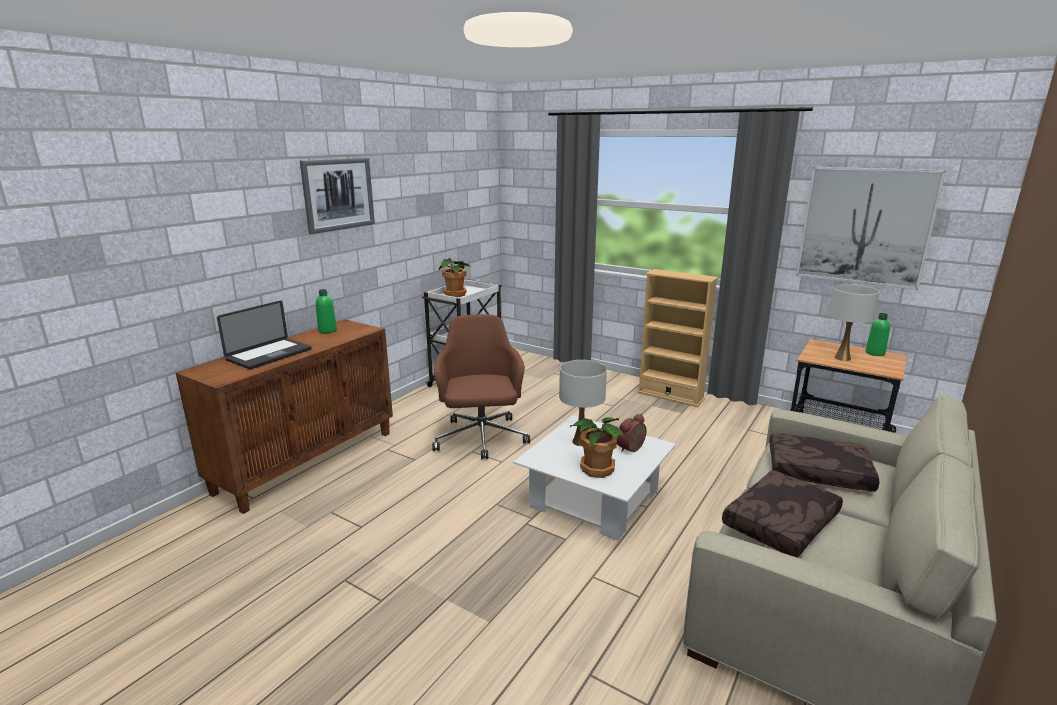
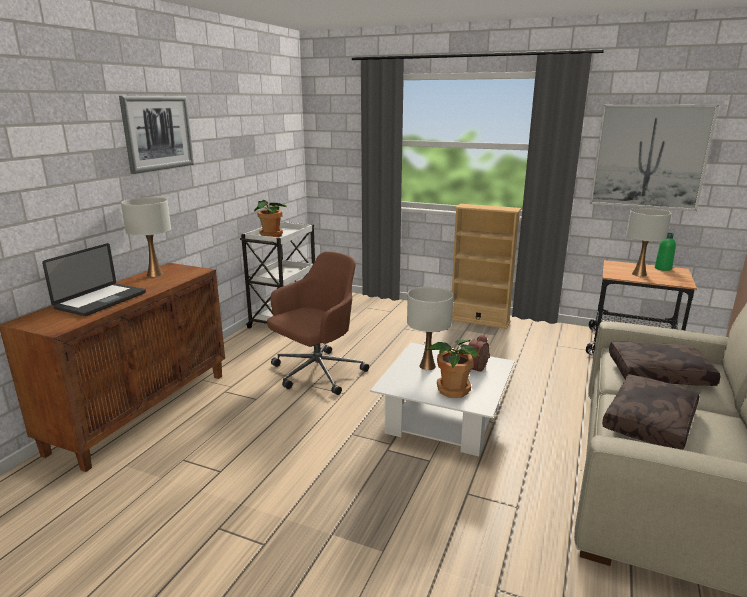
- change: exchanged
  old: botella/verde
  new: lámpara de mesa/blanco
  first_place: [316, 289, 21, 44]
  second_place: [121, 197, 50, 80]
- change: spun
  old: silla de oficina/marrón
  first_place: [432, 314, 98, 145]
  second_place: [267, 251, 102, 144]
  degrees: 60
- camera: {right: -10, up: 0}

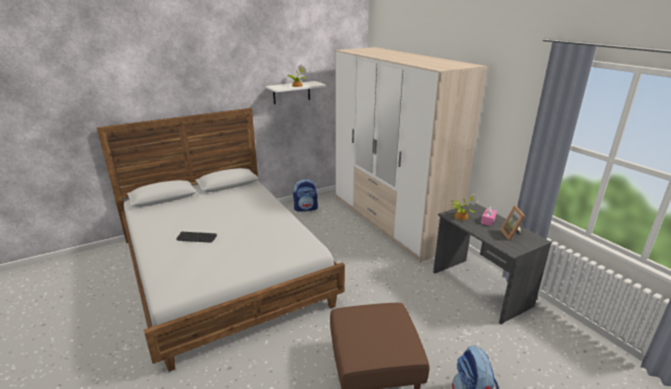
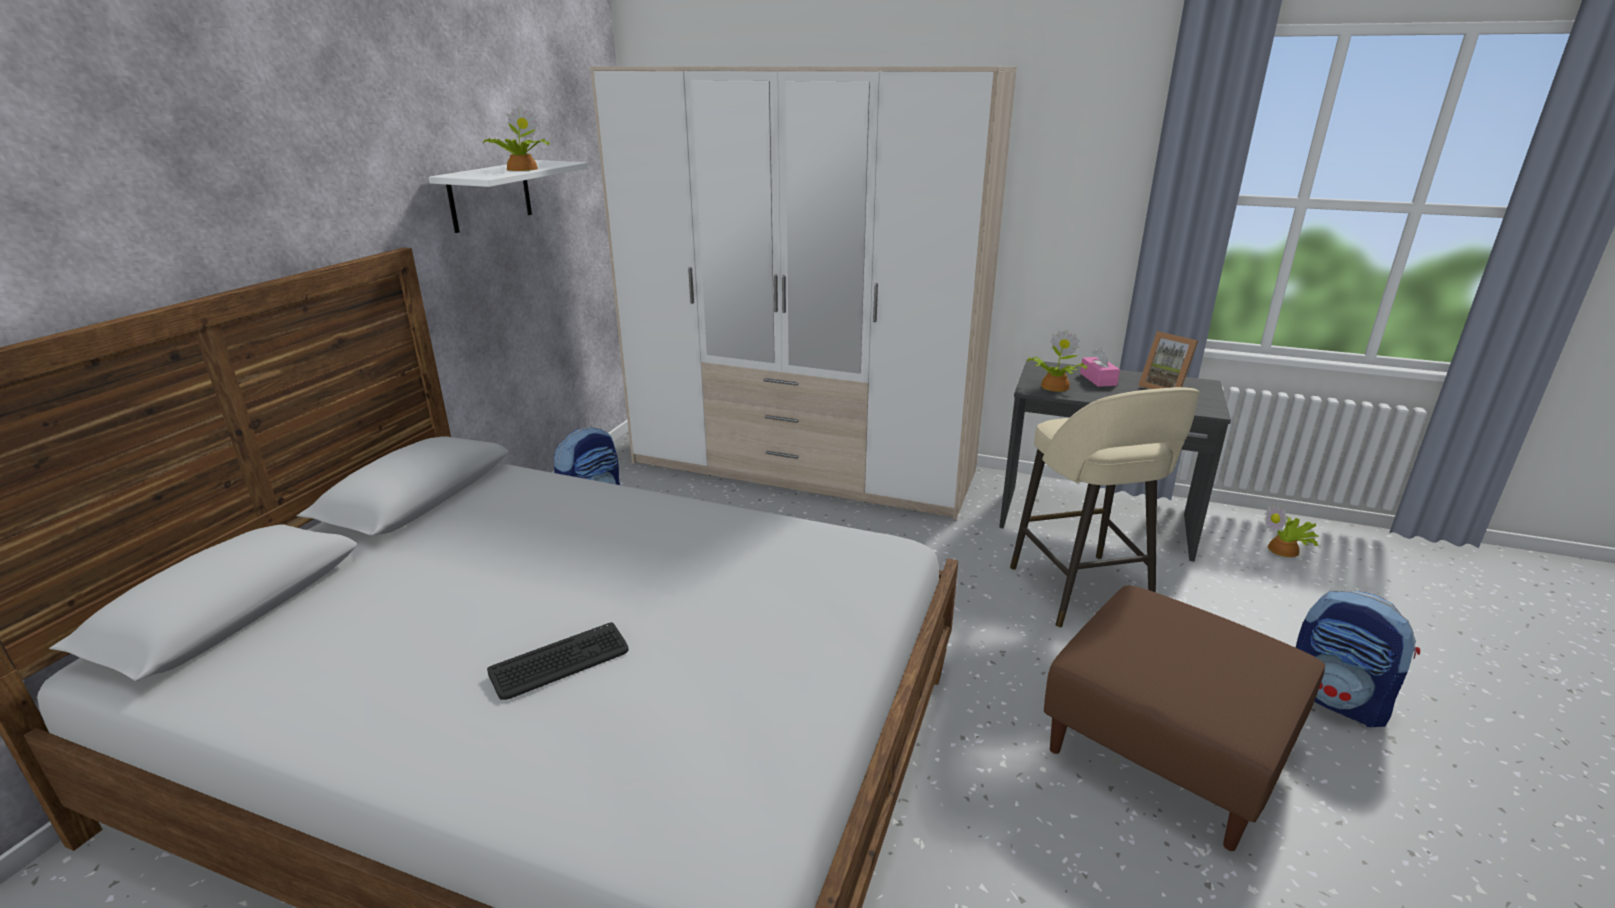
- change: appeared
  new: taburete/beis
  second_place: [1010, 387, 189, 241]
- change: appeared
  new: planta en maceta
  second_place: [1264, 504, 55, 53]
- camera: {right: -40, up: 0}

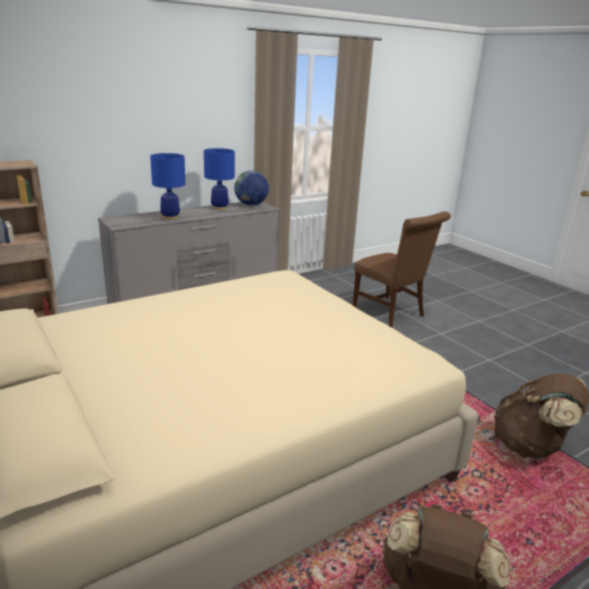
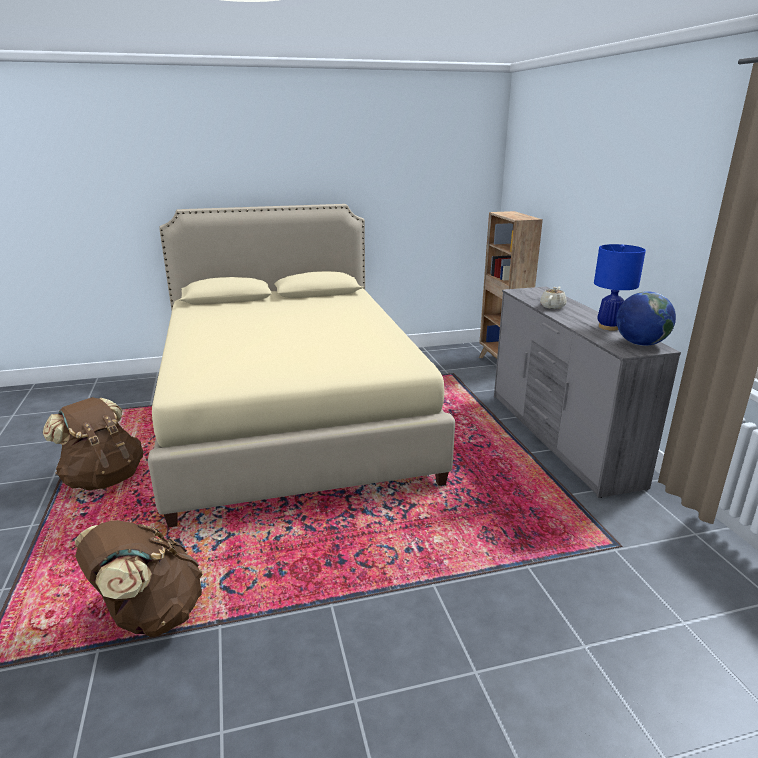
- change: exchanged
  old: lámpara de mesa/azul
  new: tetera/beis
  first_place: [150, 153, 35, 67]
  second_place: [540, 286, 27, 23]
- change: missing
  old: silla/marrón
  first_place: [352, 211, 99, 117]
- camera: {right: 110, up: 0}

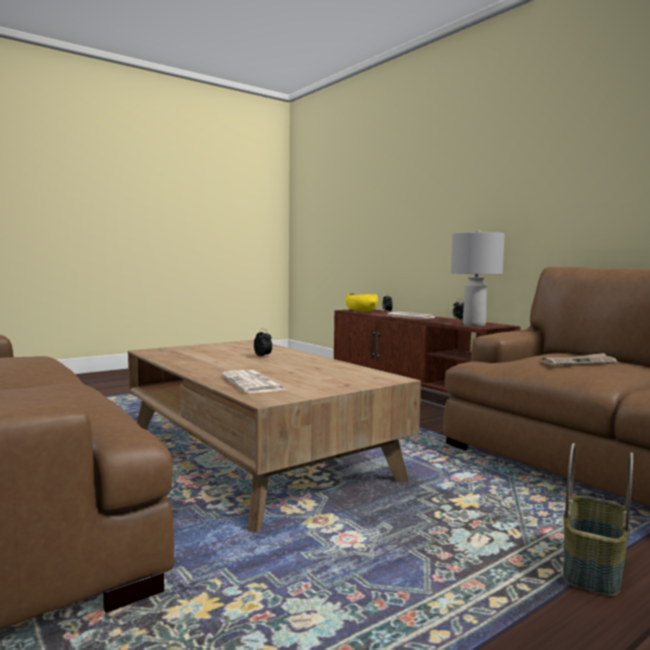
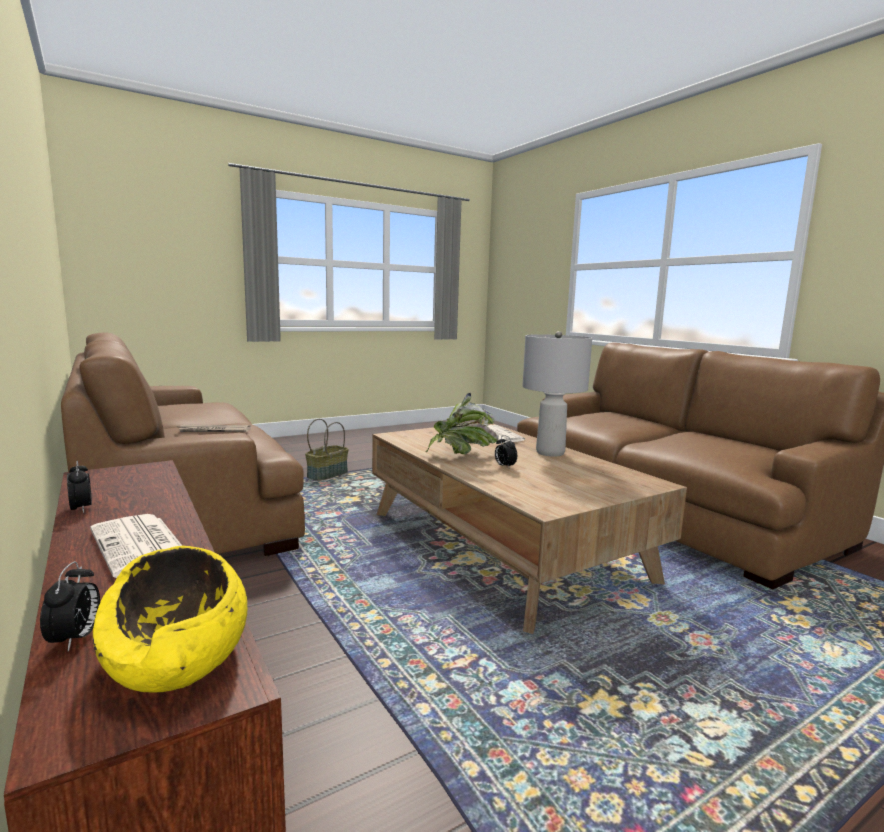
- change: relocated
  old: lámpara de mesa/gris
  first_place: [451, 230, 54, 96]
  second_place: [523, 331, 69, 126]
- change: appeared
  new: planta en maceta
  second_place: [425, 393, 74, 61]
- camera: {right: -175, up: 5}

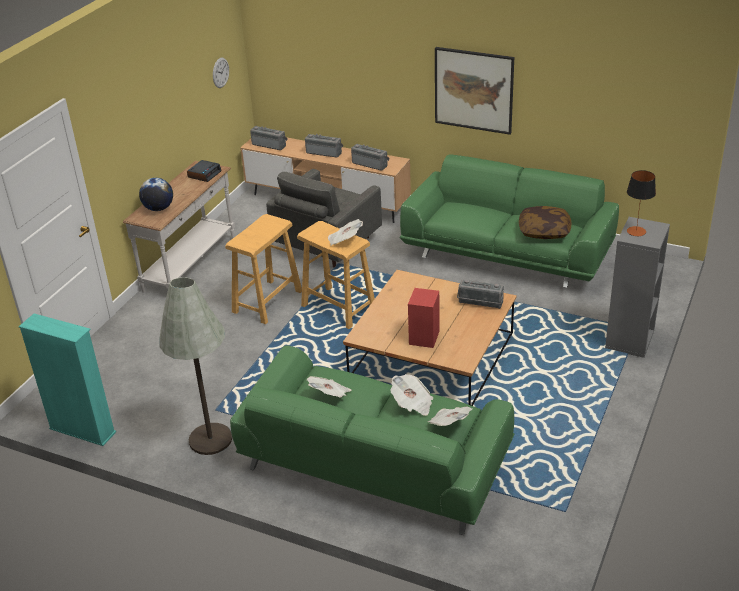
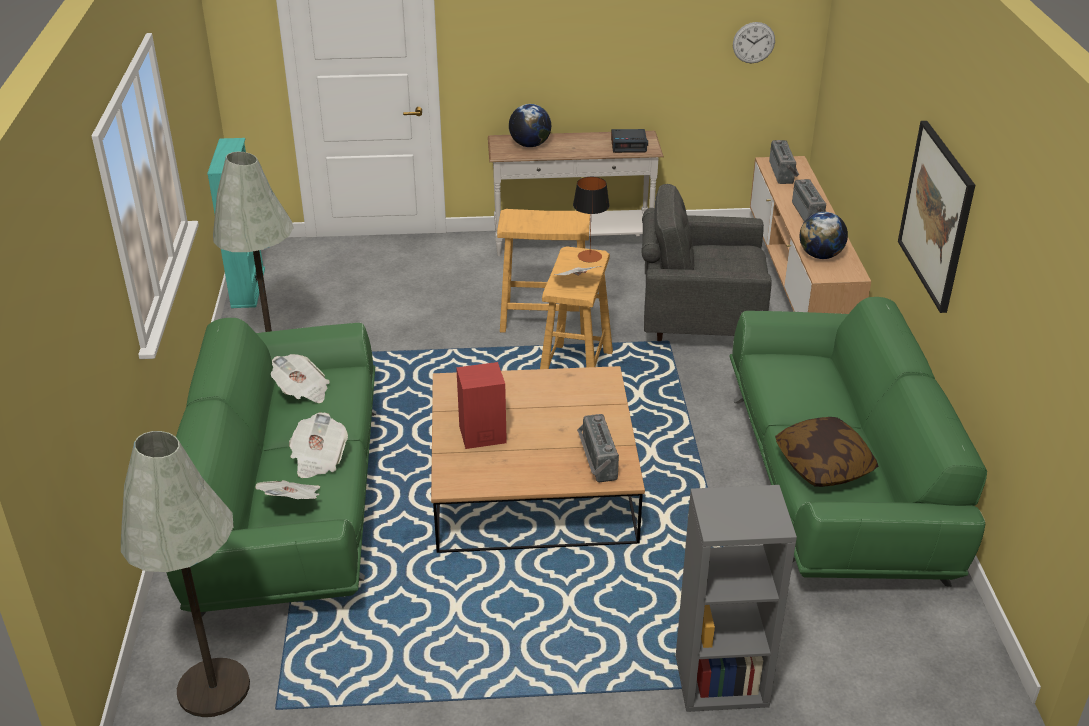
- change: exchanged
  old: radio
  new: globo terráqueo
  first_place: [351, 144, 39, 26]
  second_place: [800, 212, 48, 47]
- change: relocated
  old: lámpara de mesa
  first_place: [627, 170, 29, 66]
  second_place: [573, 177, 37, 85]
- change: appeared
  new: lámpara de pie/gris
  second_place: [121, 431, 129, 286]
- camera: {right: 60, up: 0}

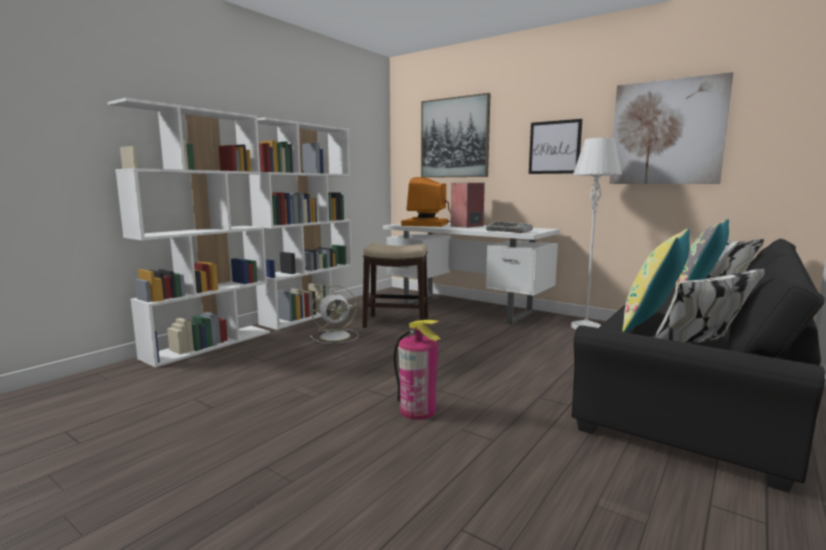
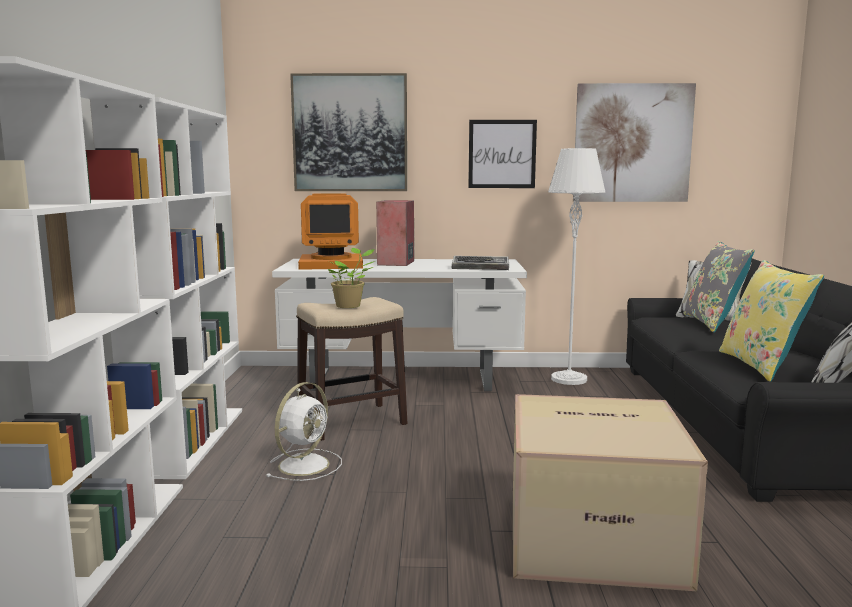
- change: exchanged
  old: extintor
  new: caja de cartón
  first_place: [394, 320, 47, 100]
  second_place: [513, 394, 195, 197]
- change: spun
  old: monitor
  first_place: [401, 177, 50, 50]
  second_place: [298, 193, 65, 77]
  degrees: -75
- change: appeared
  new: planta en maceta
  second_place: [327, 248, 48, 60]
- camera: {right: -35, up: 0}

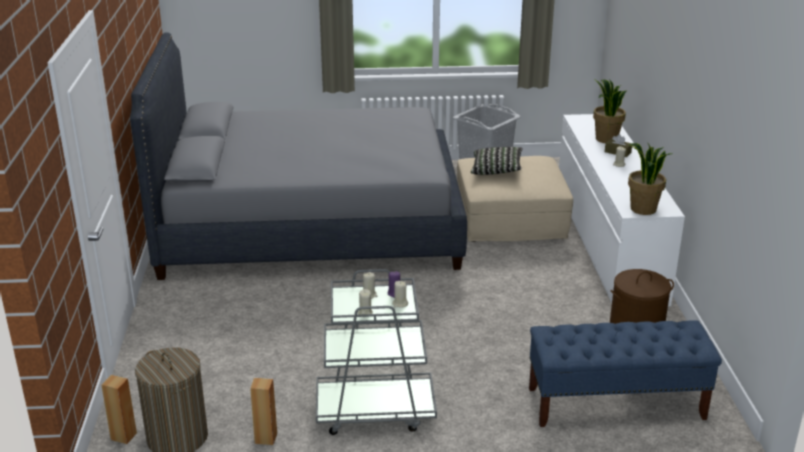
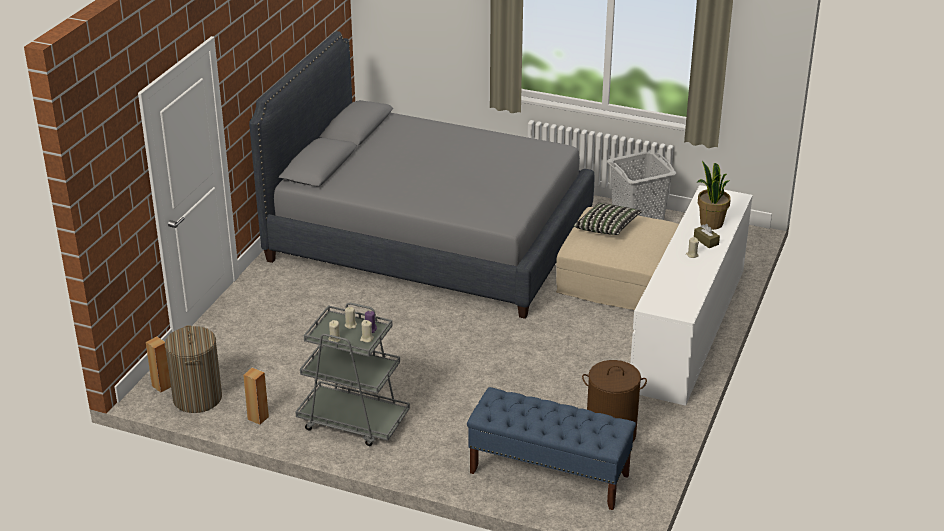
- change: missing
  old: planta en maceta
  first_place: [628, 142, 44, 73]
- camera: {right: 25, up: 5}

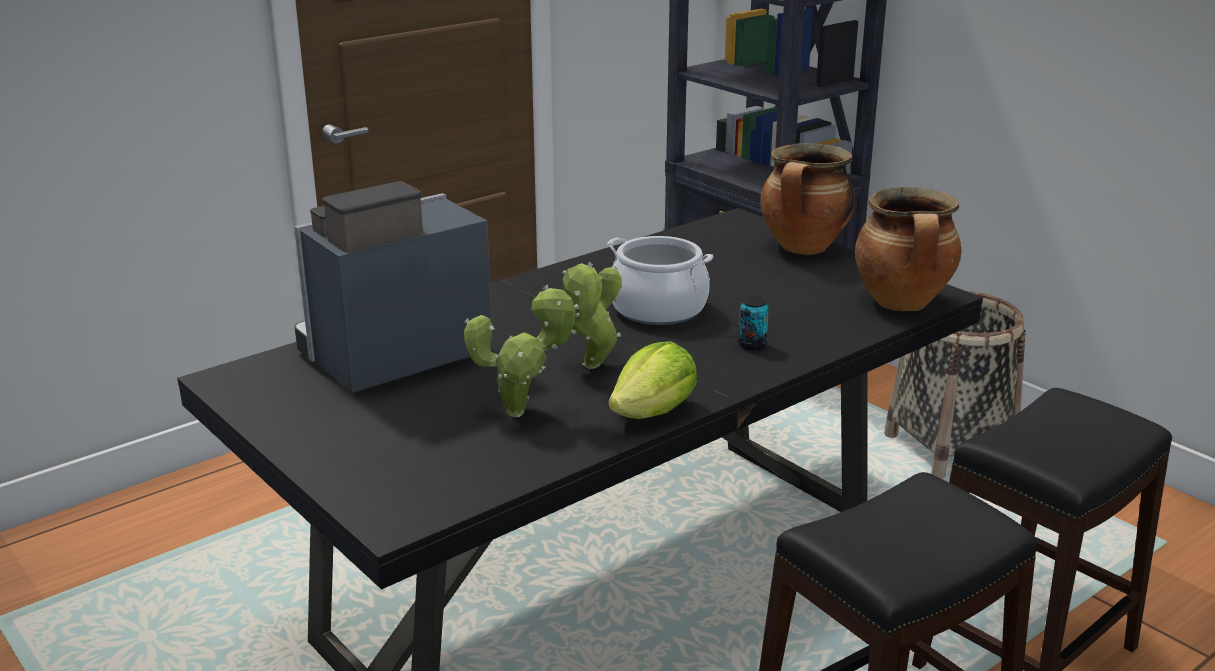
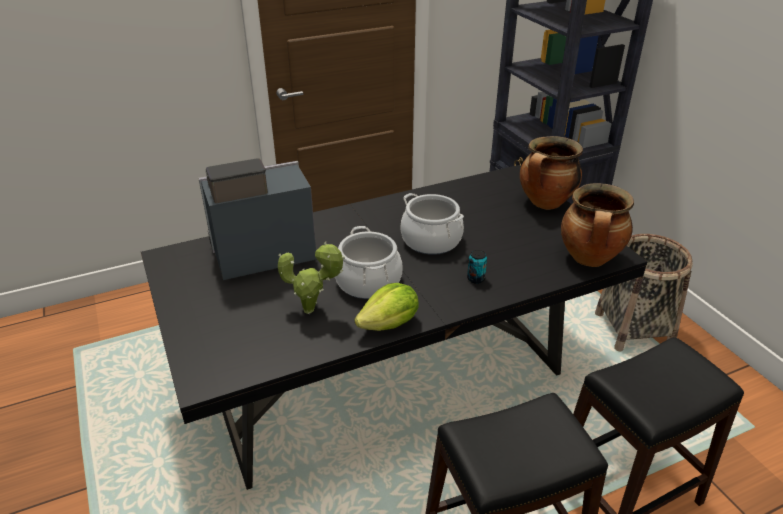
- change: exchanged
  old: planta en maceta
  new: olla
  first_place: [562, 262, 60, 107]
  second_place: [335, 226, 67, 73]
- camera: {right: 15, up: 10}

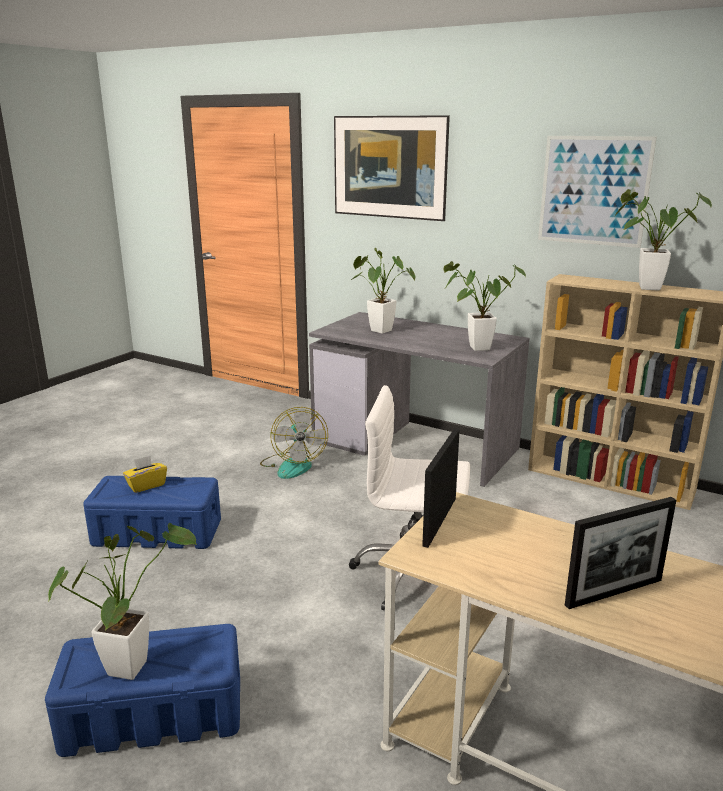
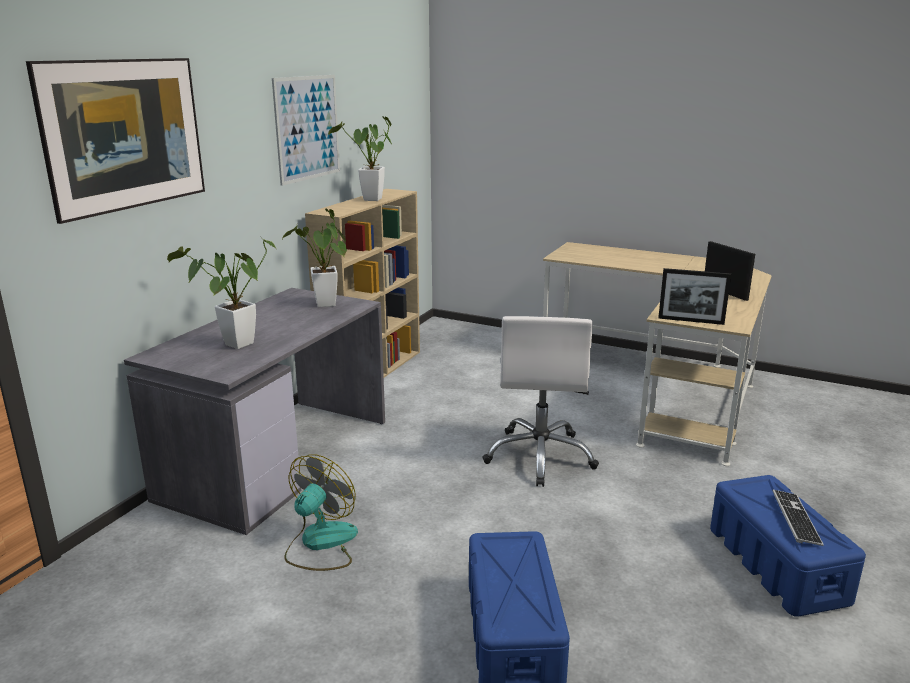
- change: exchanged
  old: planta en maceta
  new: teclado
  first_place: [48, 523, 149, 157]
  second_place: [773, 490, 51, 56]
- change: missing
  old: caja de pañuelos/amarillo
  first_place: [123, 455, 44, 38]
- change: spun
  old: ventilador
  first_place: [260, 407, 68, 72]
  second_place: [284, 454, 74, 117]
  degrees: -45
- camera: {right: -95, up: 0}

